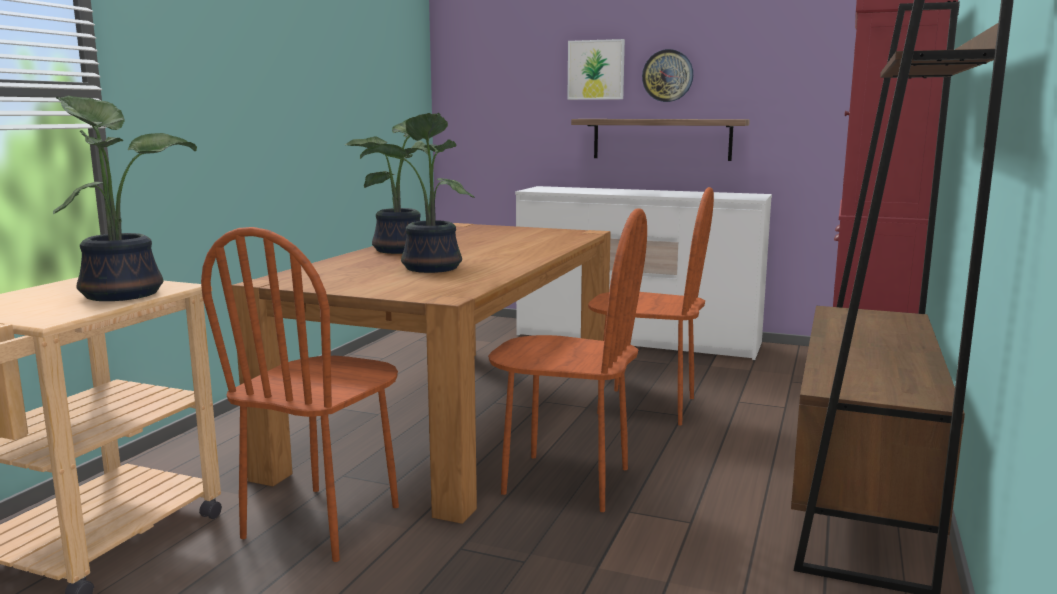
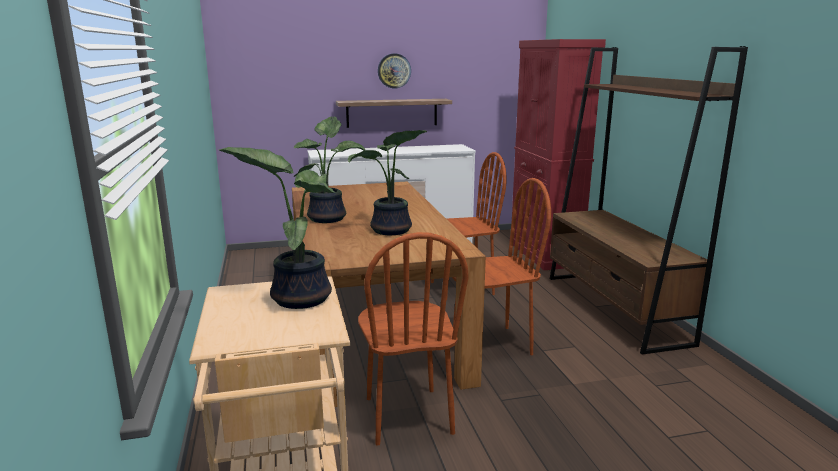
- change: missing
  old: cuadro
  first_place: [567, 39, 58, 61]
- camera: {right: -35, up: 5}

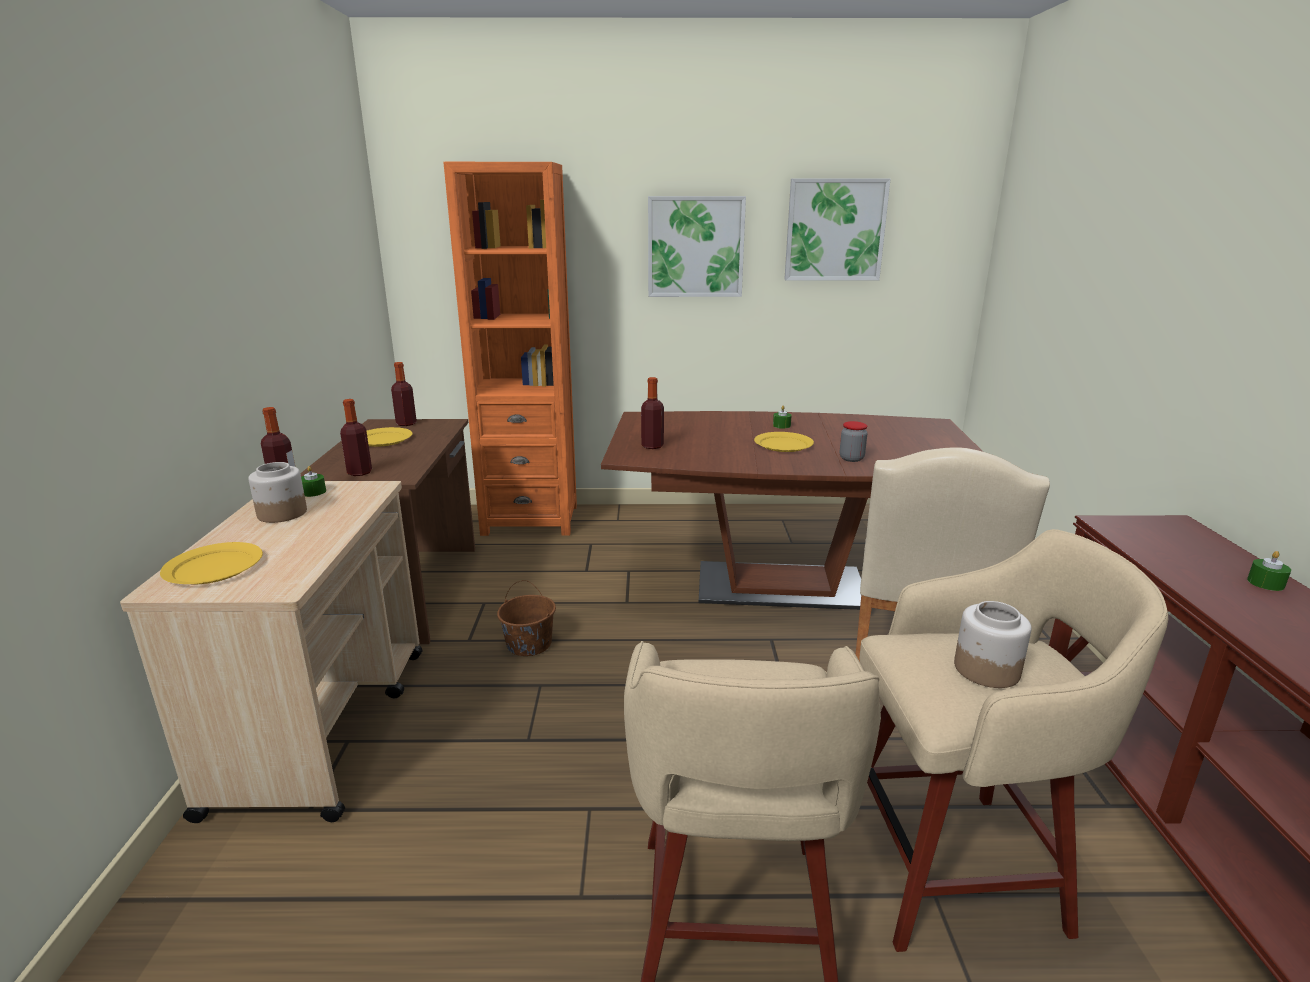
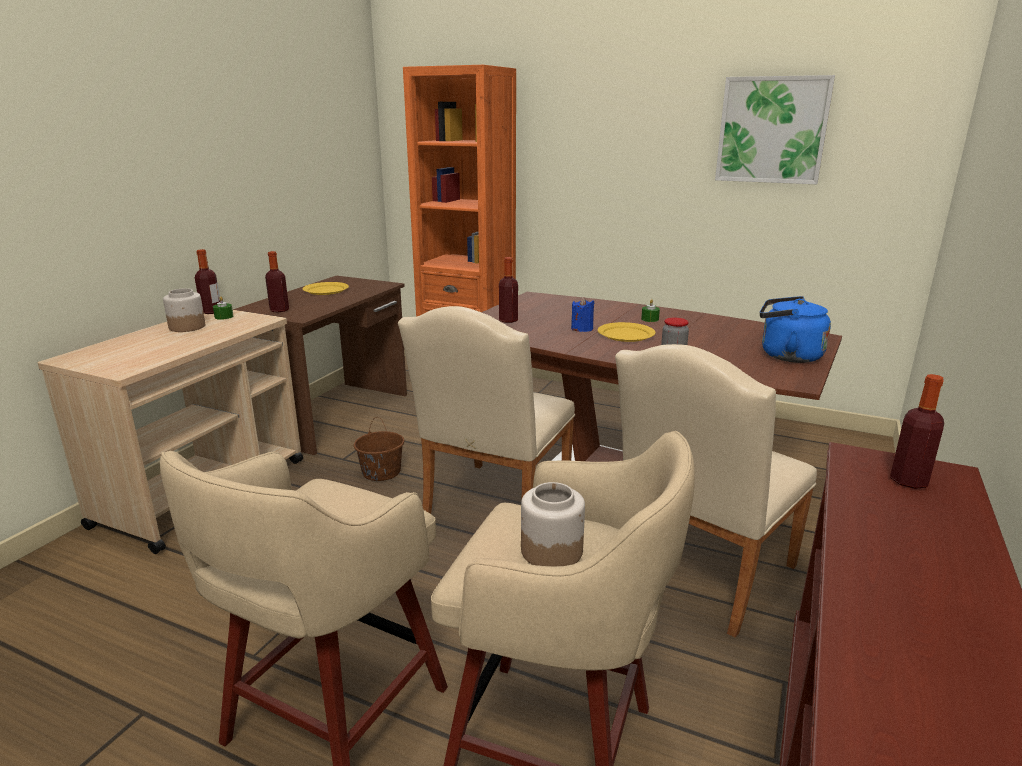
- change: missing
  old: plato/amarillo
  first_place: [160, 542, 103, 42]
- change: relocated
  old: botella
  first_place: [391, 362, 26, 64]
  second_place: [890, 374, 54, 115]
- change: missing
  old: cuadro
  first_place: [648, 196, 98, 101]
- change: missing
  old: vela/verde
  first_place: [1247, 551, 44, 40]
- change: appeared
  new: silla/beis
  second_place: [398, 306, 177, 208]
- change: appeared
  new: vela/azul
  second_place: [571, 297, 23, 35]
- change: appeared
  new: hervidor/azul
  second_place: [760, 296, 71, 67]
- camera: {right: 25, up: 0}

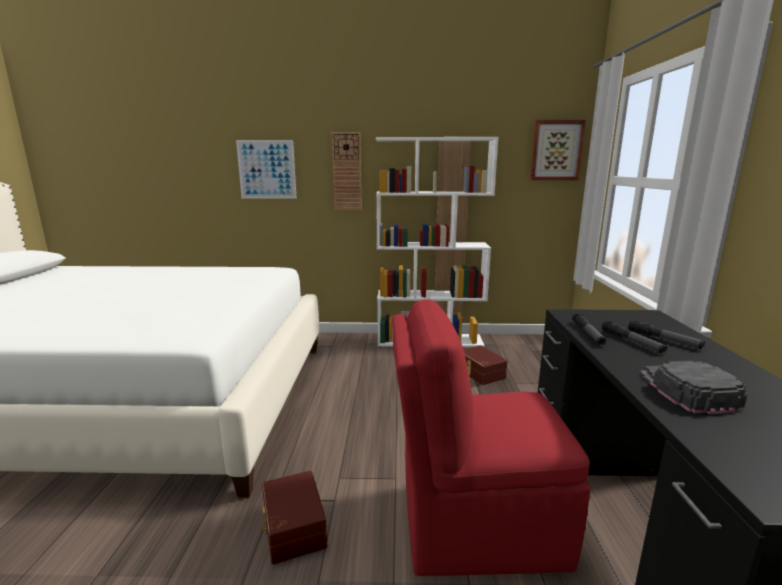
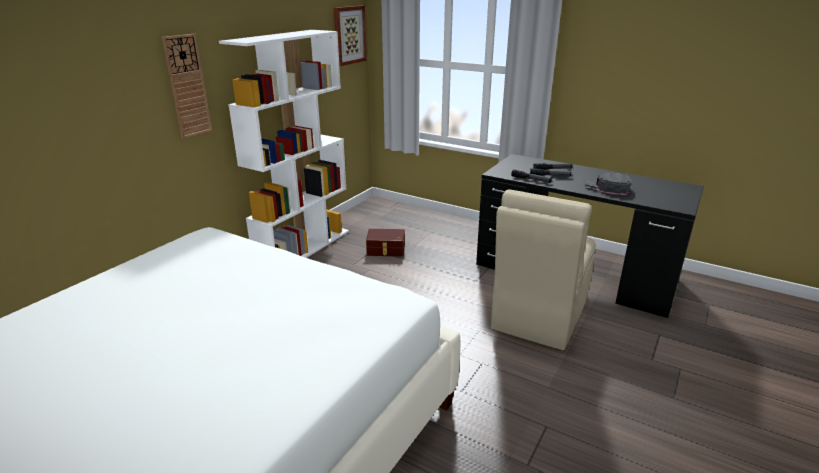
- change: missing
  old: cuadro
  first_place: [236, 140, 61, 58]
- change: missing
  old: caja de almacenaje/marrón
  first_place: [262, 471, 65, 94]
- change: colour
  old: silla/rojo
  new: silla/beis
  first_place: [392, 299, 198, 277]
  second_place: [491, 190, 105, 160]
- camera: {right: -60, up: 10}

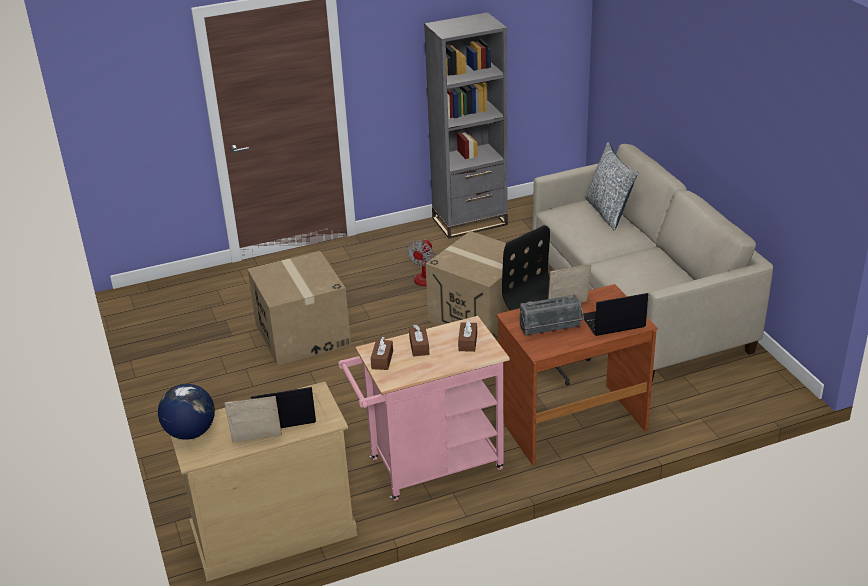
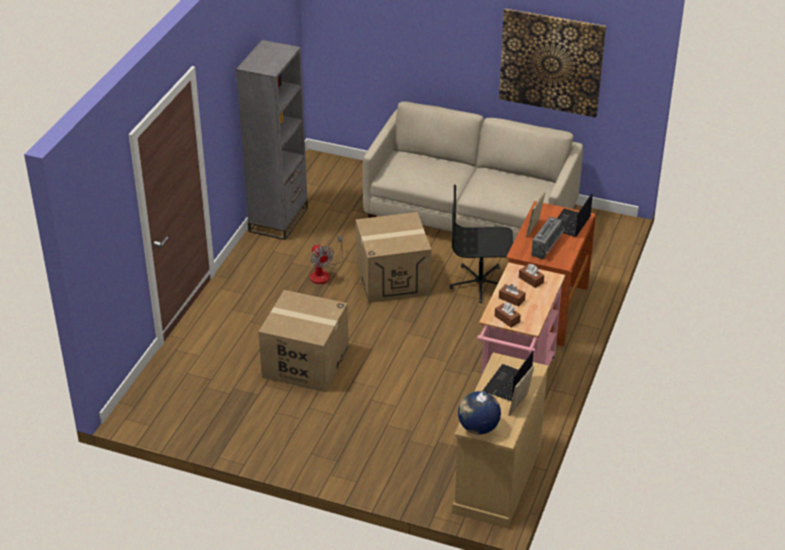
- change: missing
  old: cojín
  first_place: [585, 142, 53, 88]
- change: appeared
  new: cuadro
  second_place: [499, 9, 107, 109]
- camera: {right: -50, up: 5}

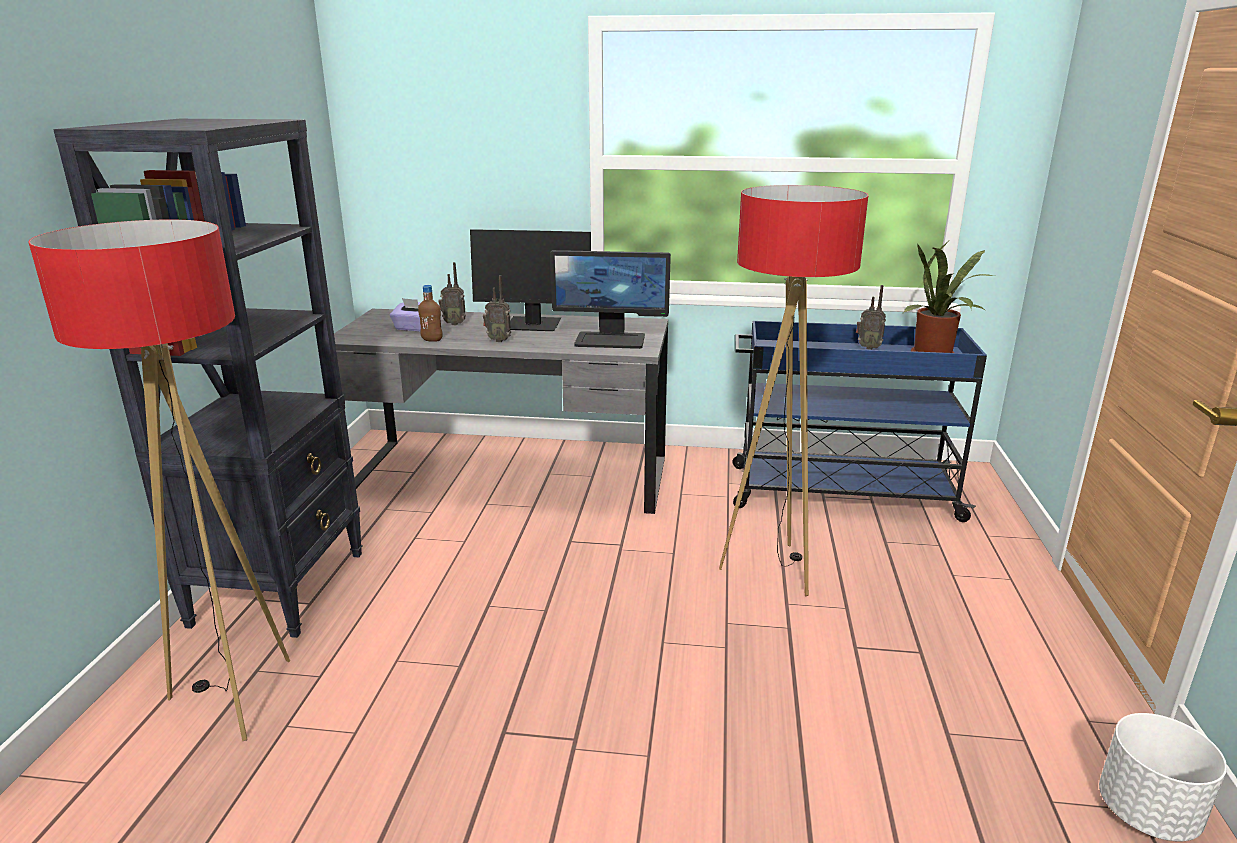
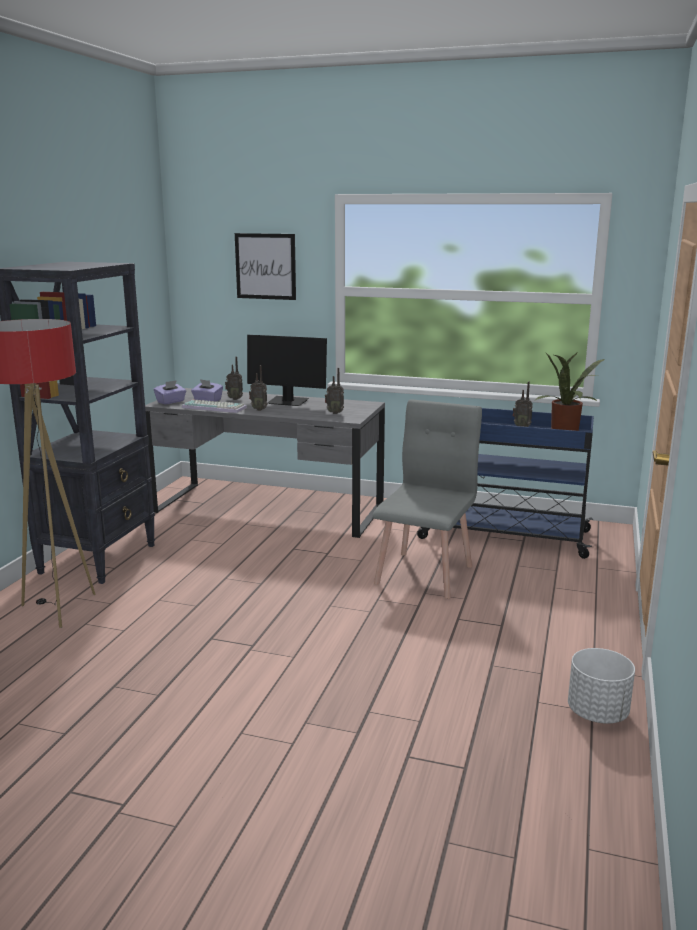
- change: exchanged
  old: botella/marrón
  new: teclado
  first_place: [418, 285, 25, 57]
  second_place: [182, 399, 65, 14]
- change: exchanged
  old: monitor
  new: radio
  first_place: [550, 250, 121, 99]
  second_place: [325, 368, 19, 46]
- change: exchanged
  old: lámpara de pie
  new: silla/gris
  first_place: [719, 185, 149, 411]
  second_place: [373, 399, 109, 200]
- change: appeared
  new: caja de pañuelos/morado
  second_place: [154, 380, 32, 24]
- change: appeared
  new: cuadro
  second_place: [235, 233, 61, 67]
- camera: {right: 10, up: -5}

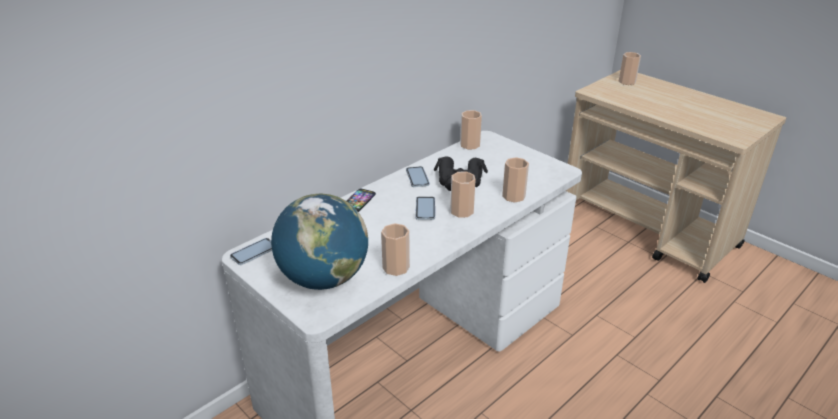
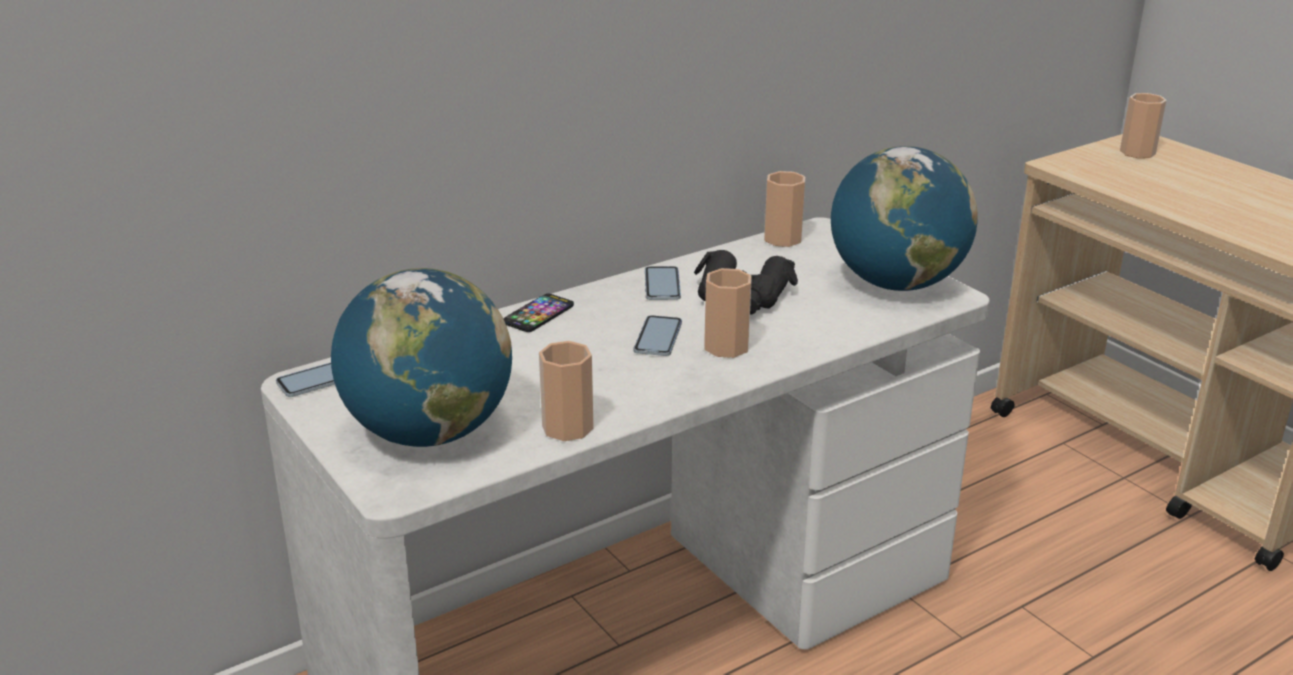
- change: missing
  old: taza
  first_place: [502, 157, 27, 45]
- change: appeared
  new: globo terráqueo
  second_place: [831, 146, 147, 145]
- camera: {right: 10, up: -5}

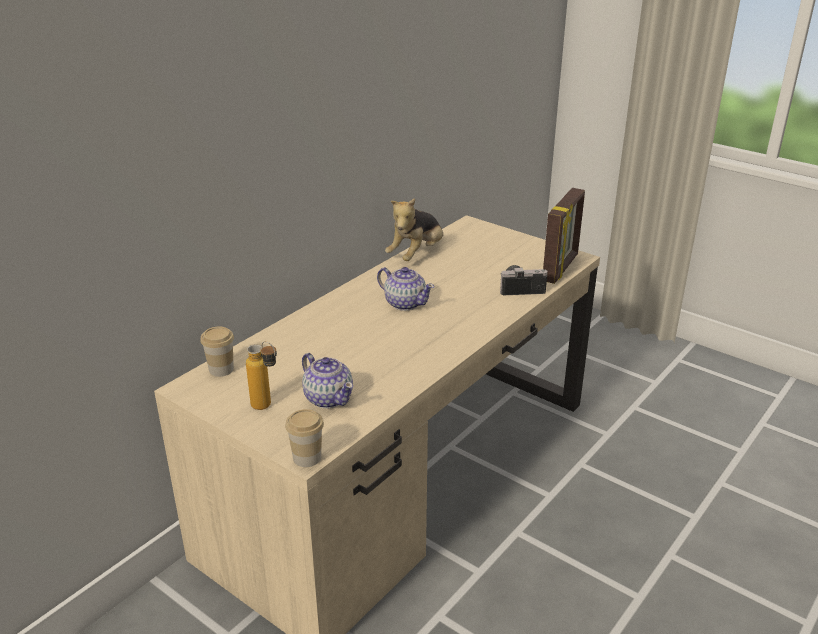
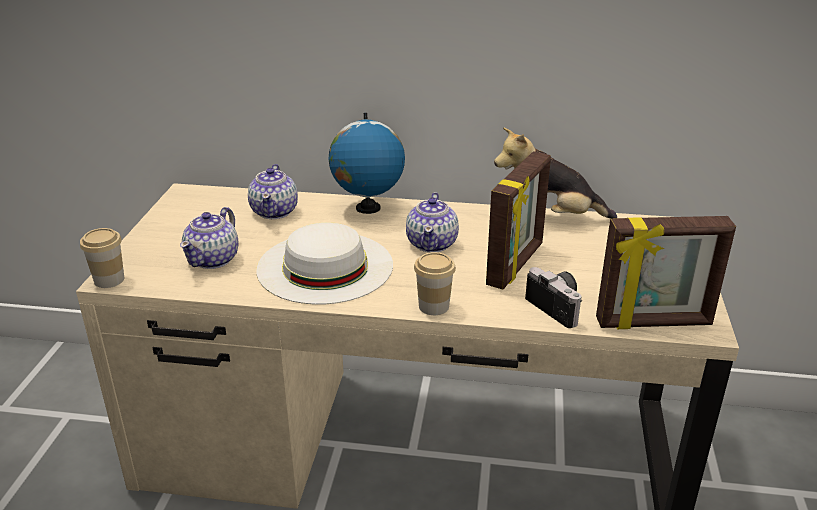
- change: relocated
  old: taza
  first_place: [200, 327, 34, 50]
  second_place: [414, 252, 42, 63]
- change: missing
  old: botella
  first_place: [246, 341, 31, 69]
- change: appeared
  new: tetera
  second_place: [248, 164, 50, 55]
- change: appeared
  new: sombrero/blanco
  second_place: [256, 222, 137, 83]
- change: appeared
  new: globo terráqueo
  second_place: [329, 113, 76, 101]
- change: appeared
  new: portarretratos
  second_place: [486, 151, 65, 139]
- camera: {right: 60, up: 0}

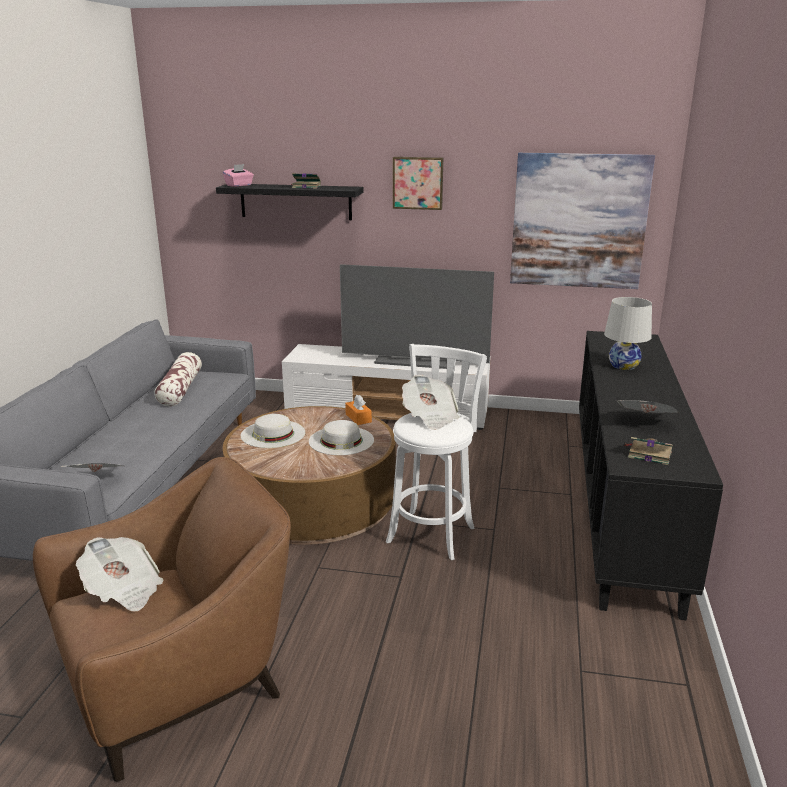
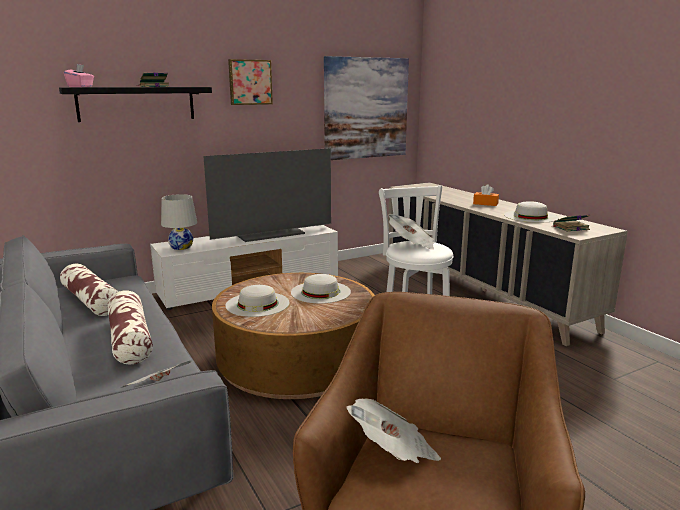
- change: relocated
  old: caja de pañuelos/naranja
  first_place: [345, 395, 27, 30]
  second_place: [473, 184, 26, 22]
- change: colour
  old: armario/negro
  new: armario/beis
  first_place: [579, 331, 144, 289]
  second_place: [388, 183, 240, 163]
- change: relocated
  old: lámpara de mesa/blanco
  first_place: [604, 297, 48, 73]
  second_place: [161, 194, 36, 56]
- change: exchanged
  old: periódico
  new: sombrero/blanco
  first_place: [615, 400, 64, 13]
  second_place: [504, 201, 55, 22]
- change: appeared
  new: cojín
  second_place: [107, 290, 46, 75]
- camera: {right: -40, up: -5}

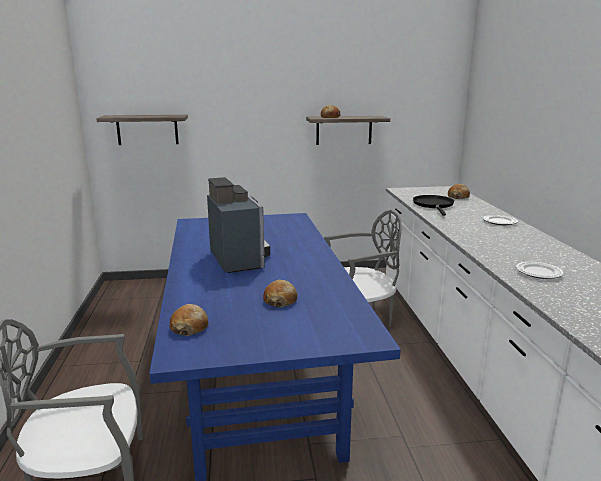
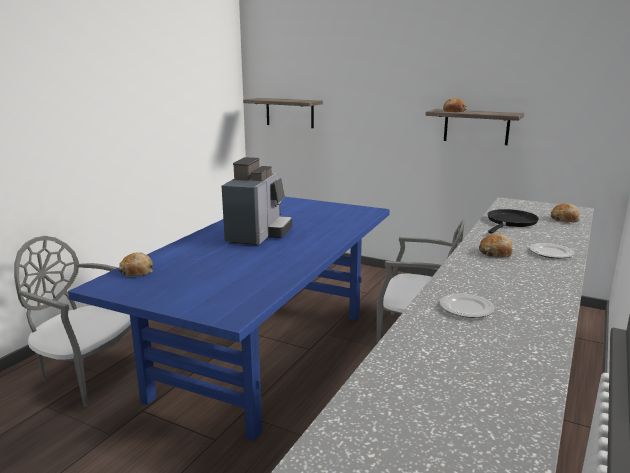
- change: relocated
  old: pan
  first_place: [263, 280, 34, 27]
  second_place: [479, 233, 34, 25]
- camera: {right: 35, up: 0}

